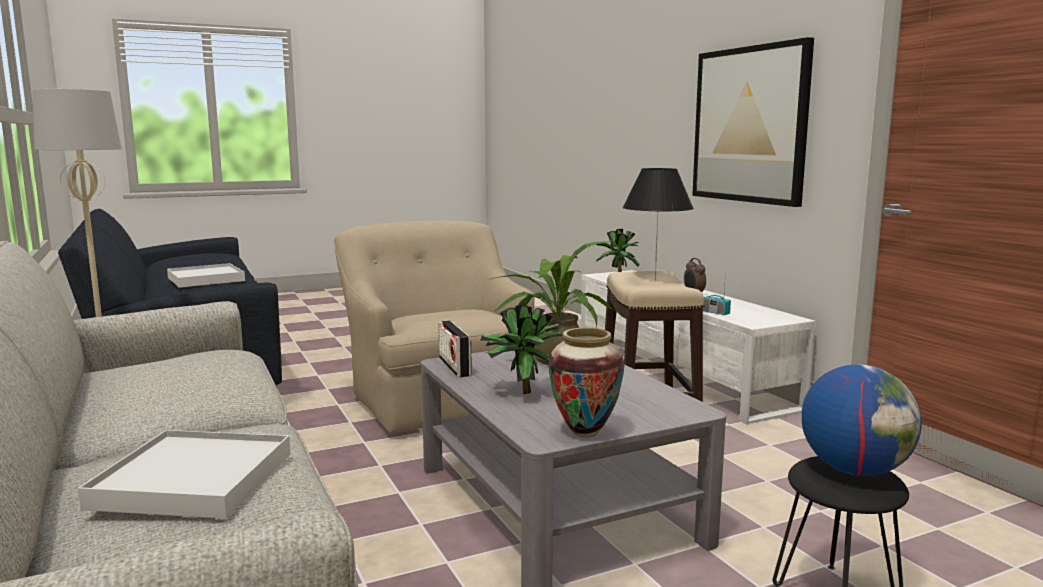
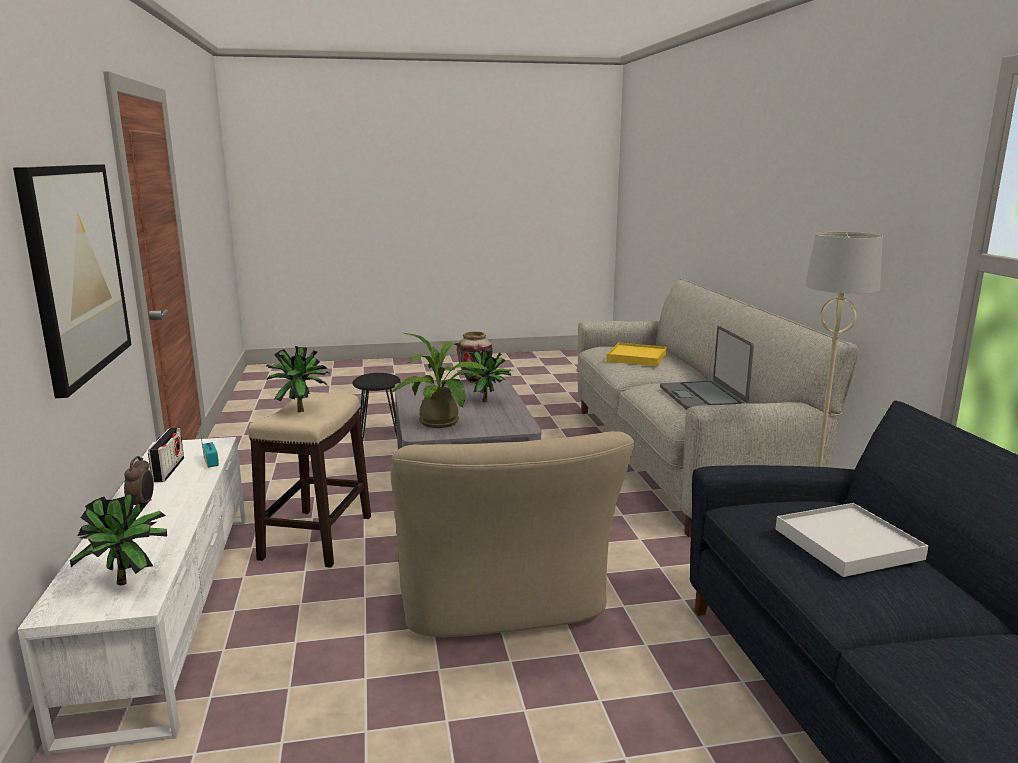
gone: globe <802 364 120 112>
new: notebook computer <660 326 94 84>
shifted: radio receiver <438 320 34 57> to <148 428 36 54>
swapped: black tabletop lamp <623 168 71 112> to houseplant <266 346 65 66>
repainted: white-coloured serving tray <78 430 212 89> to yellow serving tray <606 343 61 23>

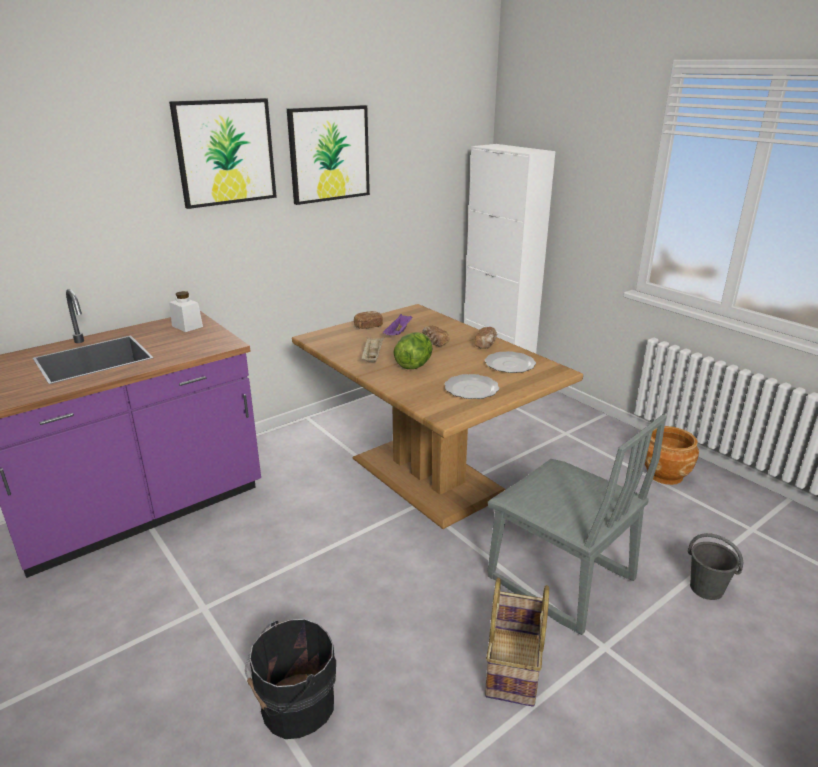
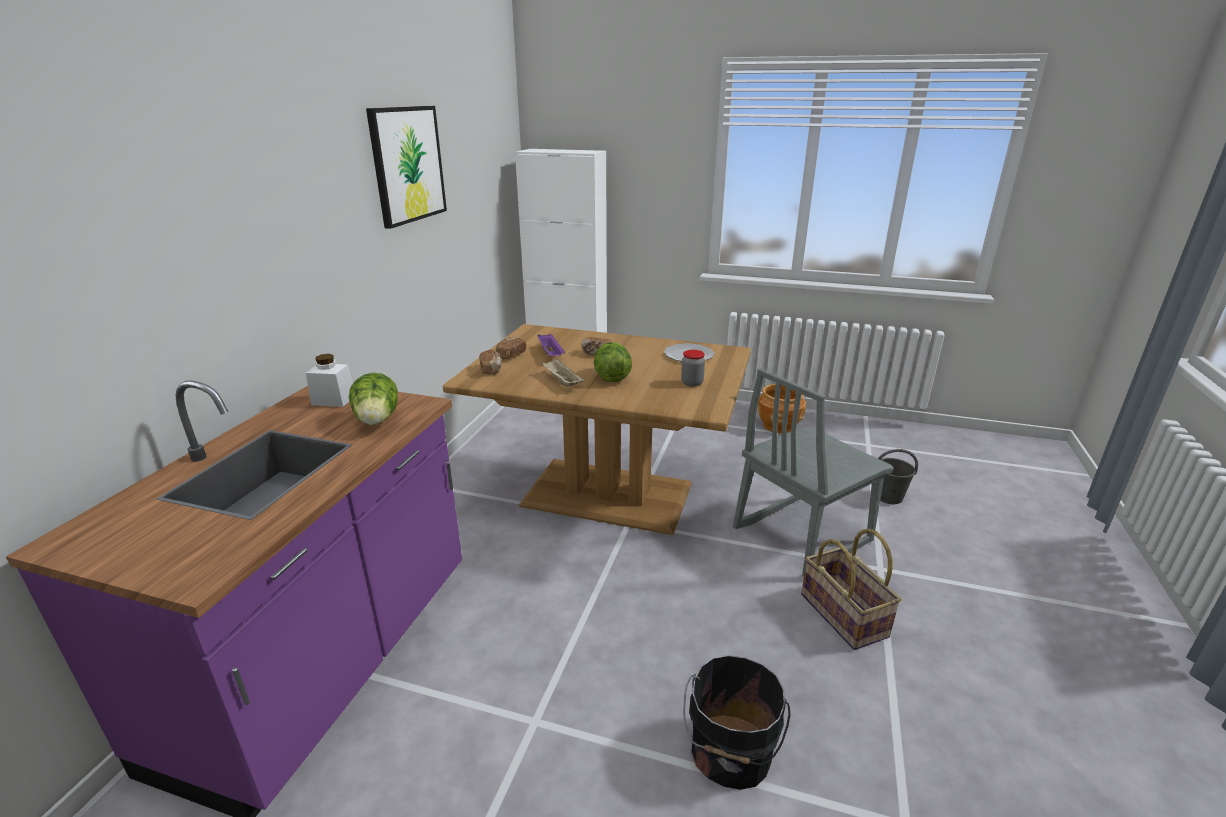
gone: picture <169 98 108 111>
new: lettuce head <349 372 49 54>
shifted: bakery bread <474 327 23 22> to <479 349 23 26>
swapped: flat dish <444 374 55 25> to storage jar <681 350 24 37>
rotated: gray chair <487 415 179 220> = <733 368 161 209> 135 degrees clockwise

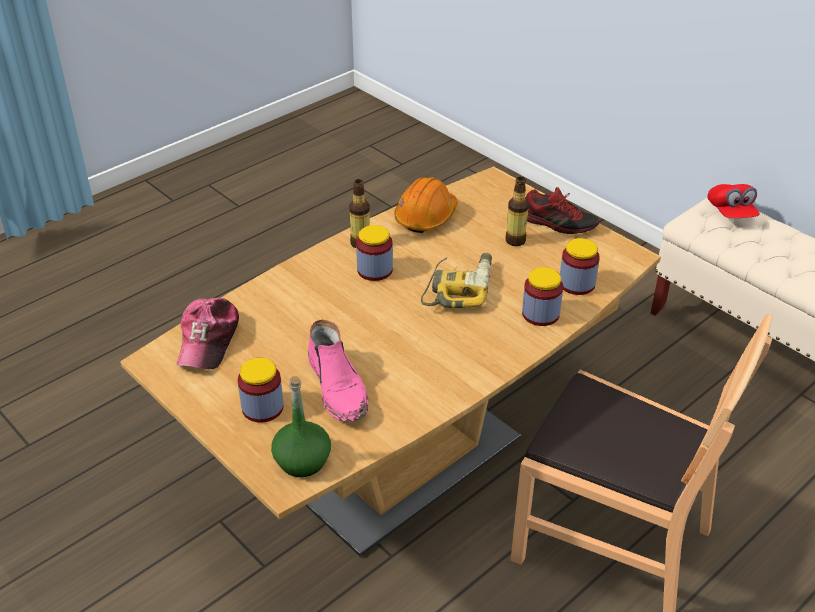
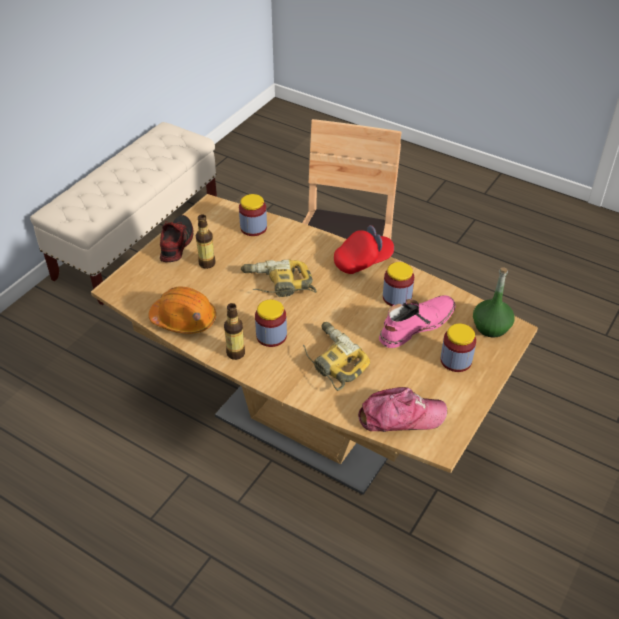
new: electric drill <303 322 67 69>
shifted: storage jar <522 267 41 59> to <383 262 31 44>; red baseball cap <707 184 53 34> to <334 225 60 49>

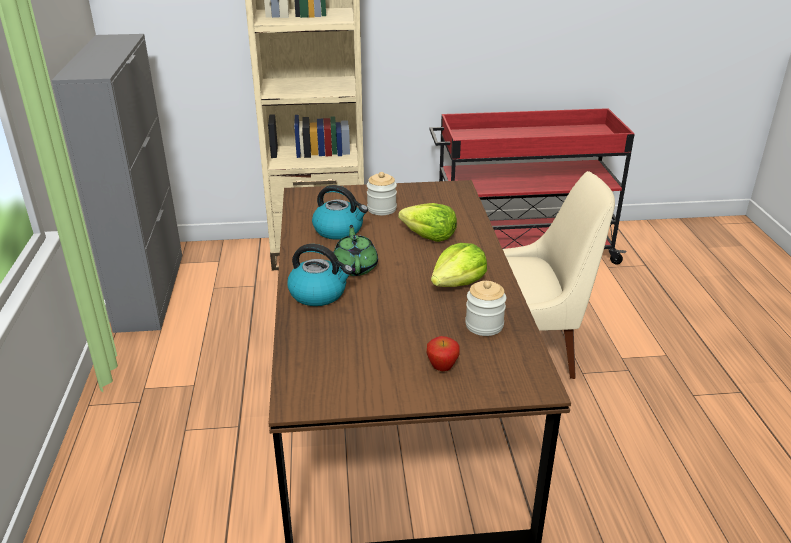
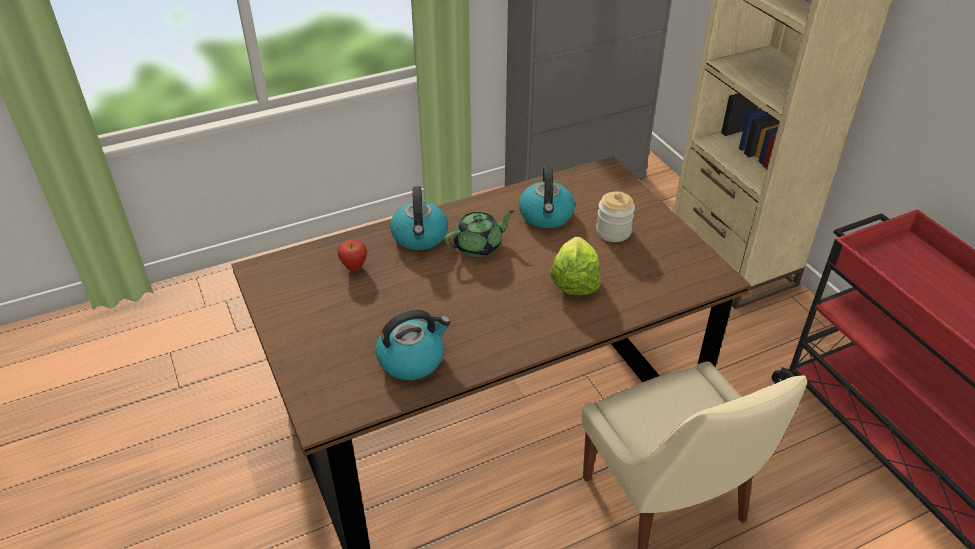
gone: lettuce head <431 243 56 44>
shifted: apple fruit <426 336 34 35> to <338 239 29 32>
swapped: storage jar <465 281 41 55> to water kettle <376 310 75 70>

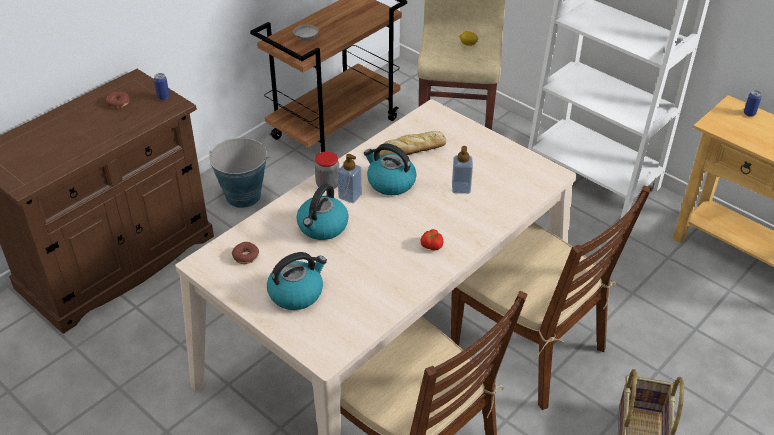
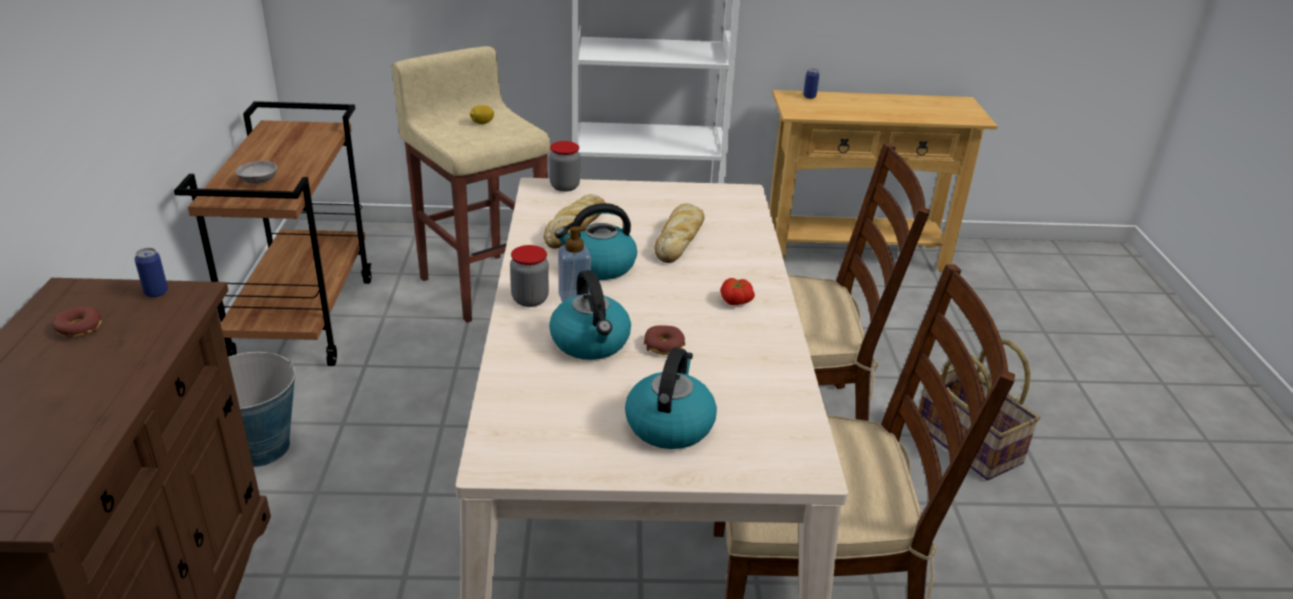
new: storage jar <549 141 31 51>
shifted: ring doughnut <232 242 27 22> to <644 325 41 30>
swapped: soap bottle <452 146 21 48> to bakery bread <654 203 50 60>

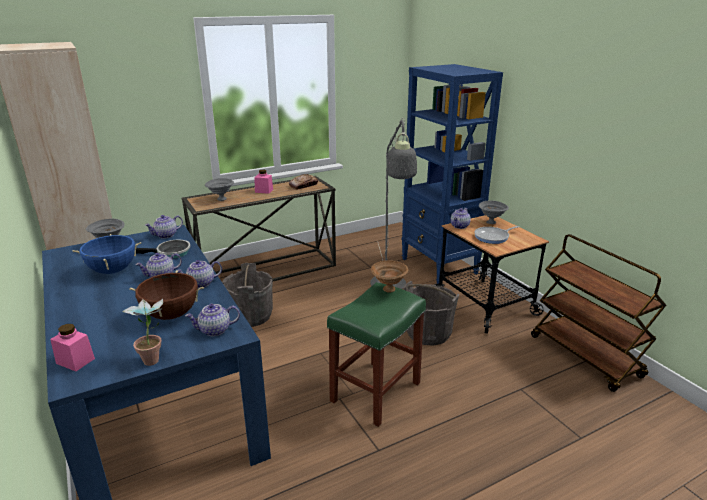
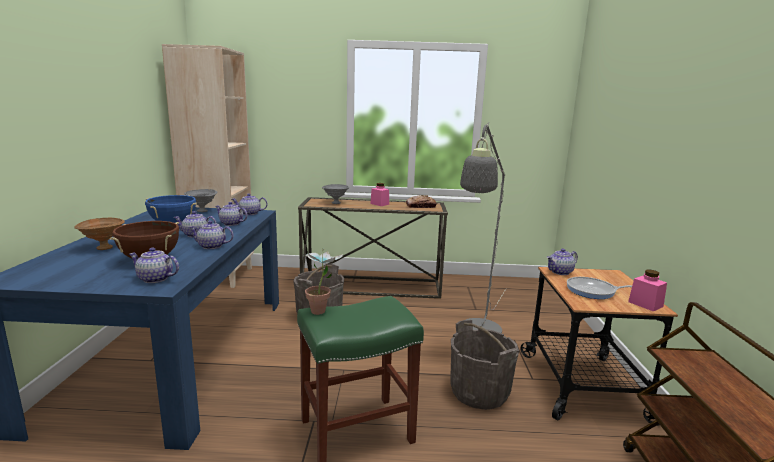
gone: blue bookcase <401 64 102 220>; gray bowl <479 200 30 24>
shifted: pink-coloured storage jar <50 324 45 47> to <628 270 39 41>; houseplant <123 298 40 68> to <305 251 38 64>; brown-coloured bowl <371 260 38 33> to <74 218 51 32>
swapped: frying pan <136 240 55 19> to pot for tea <215 202 33 24>

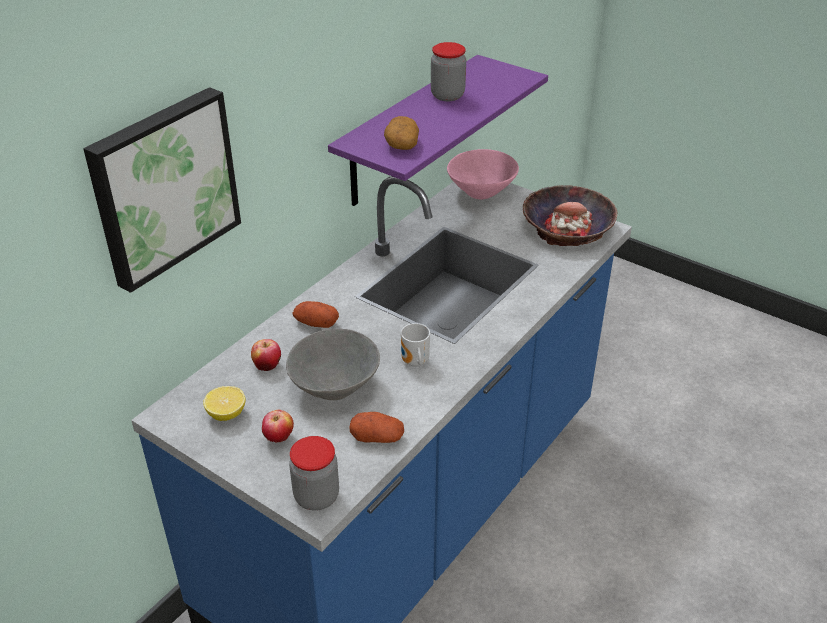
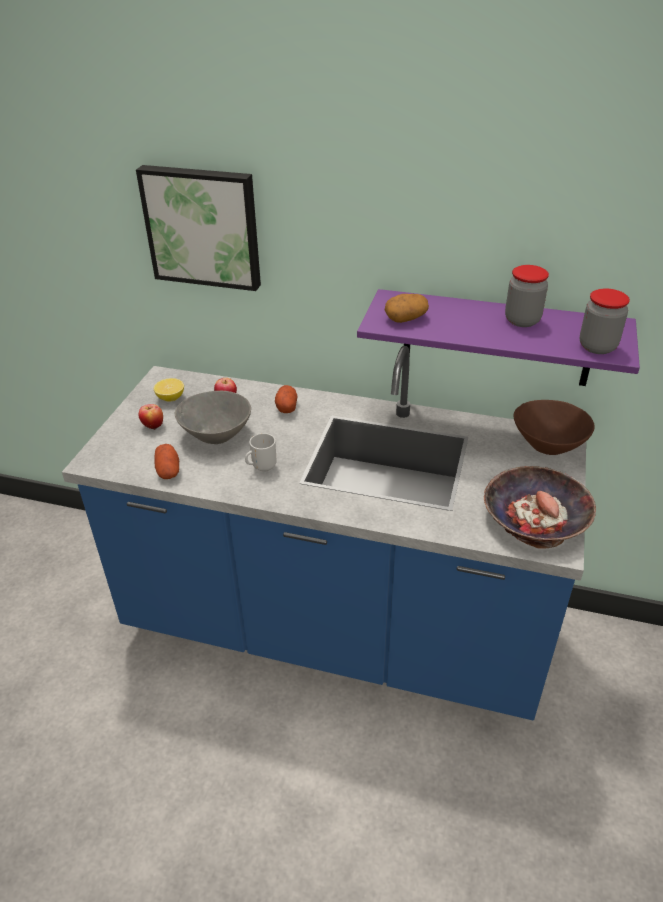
shifted: storage jar <289 436 50 75> to <580 288 50 66>
repainted: pink-coloured bowl <447 149 72 50> to brown-coloured bowl <514 400 81 55>

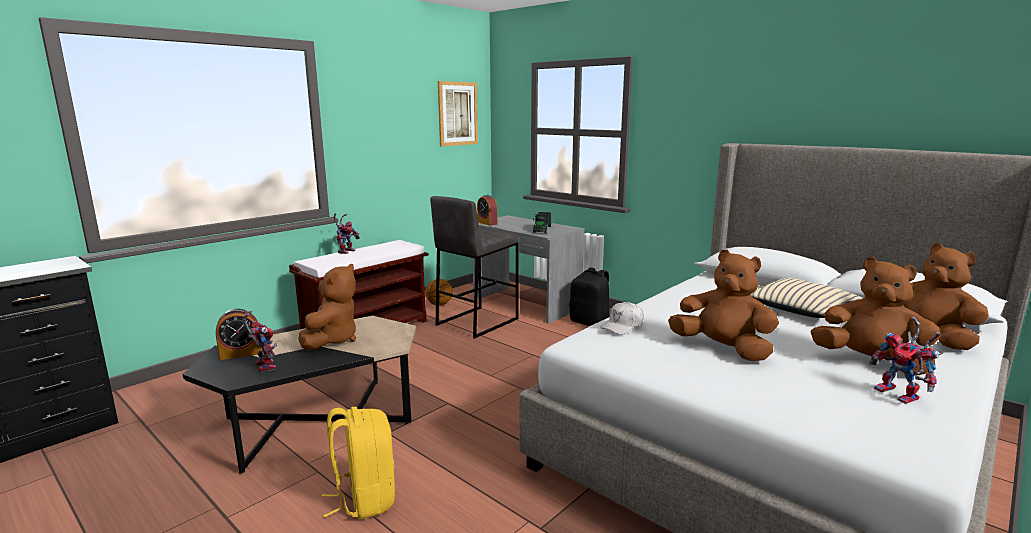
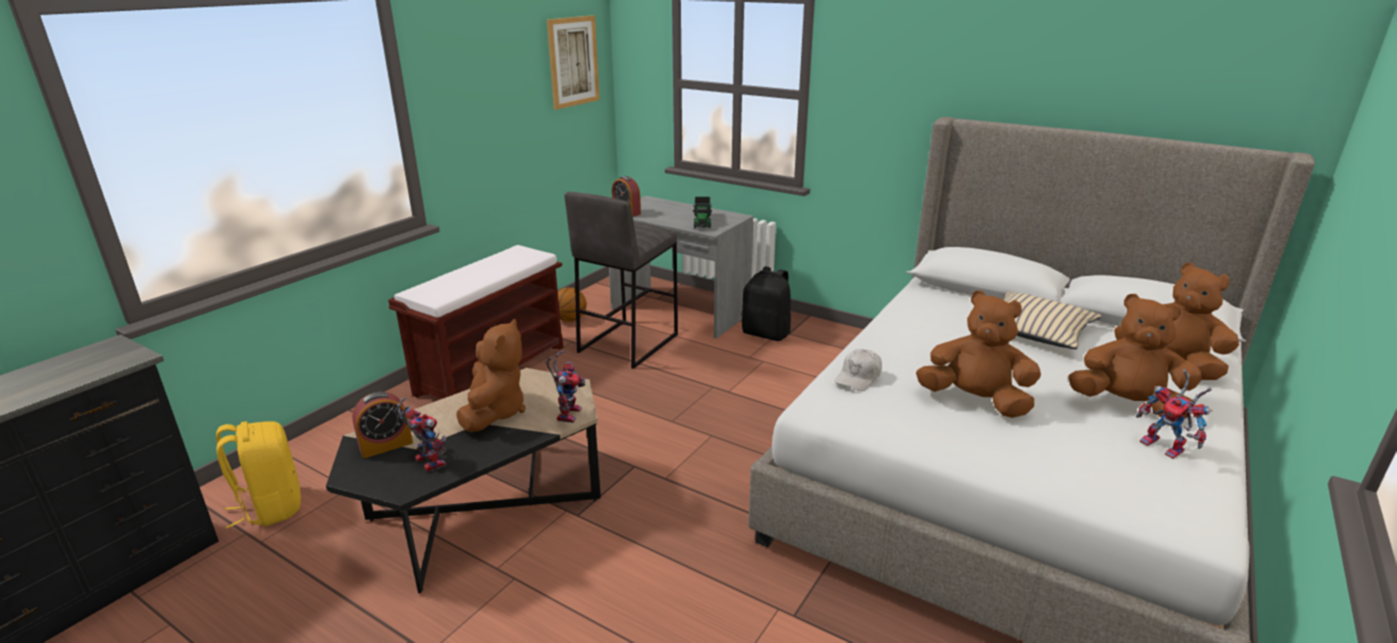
shifted: yellow backpack <322 407 73 113> to <216 421 85 108>; model robot <334 213 26 41> to <546 350 40 73>

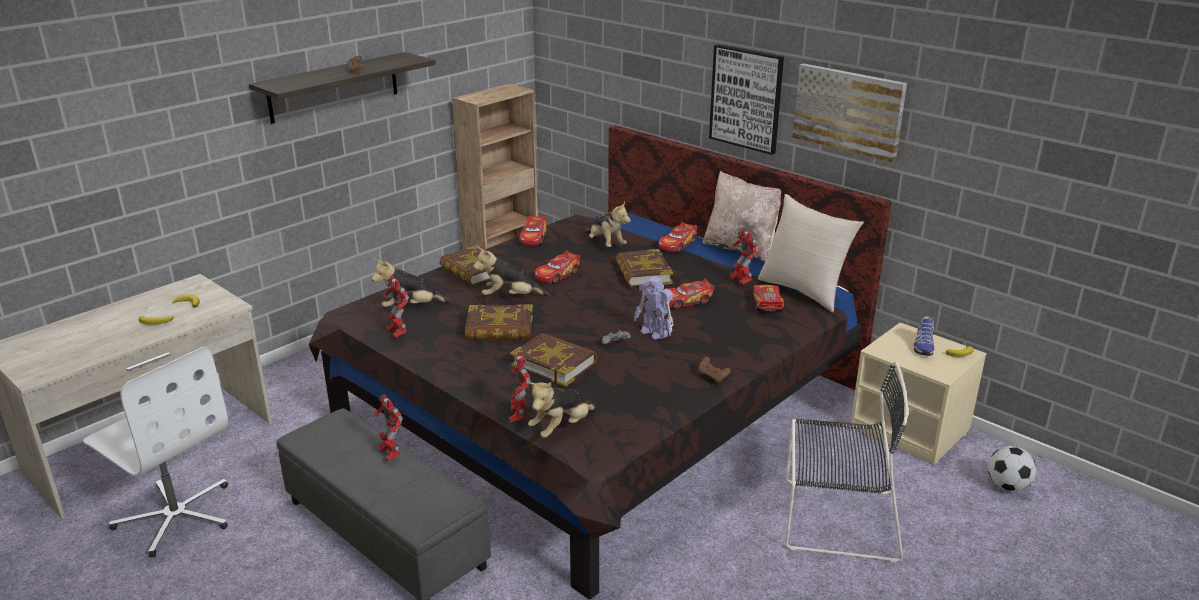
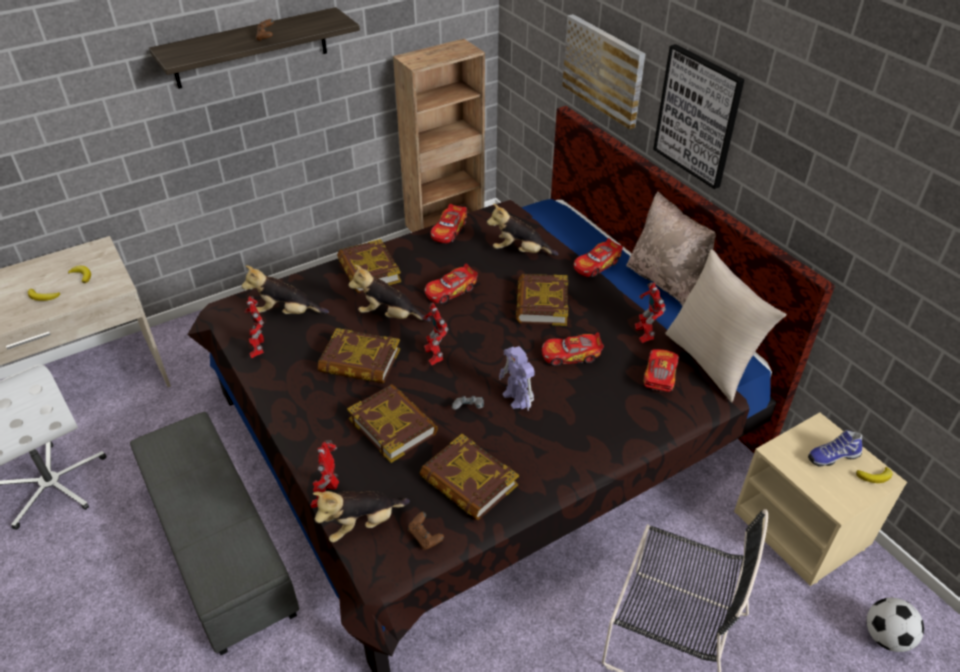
new: volume <419 434 100 86>
shifted: model robot <374 394 29 67> to <423 303 26 62>; brown-coloured game controller <698 357 33 25> to <408 512 36 38>; picture <793 63 114 99> to <562 14 84 116>
rotated: soft toy <584 202 47 45> = <487 203 71 53> 120 degrees clockwise; low shoe <914 316 20 40> = <808 430 54 37> 45 degrees clockwise

